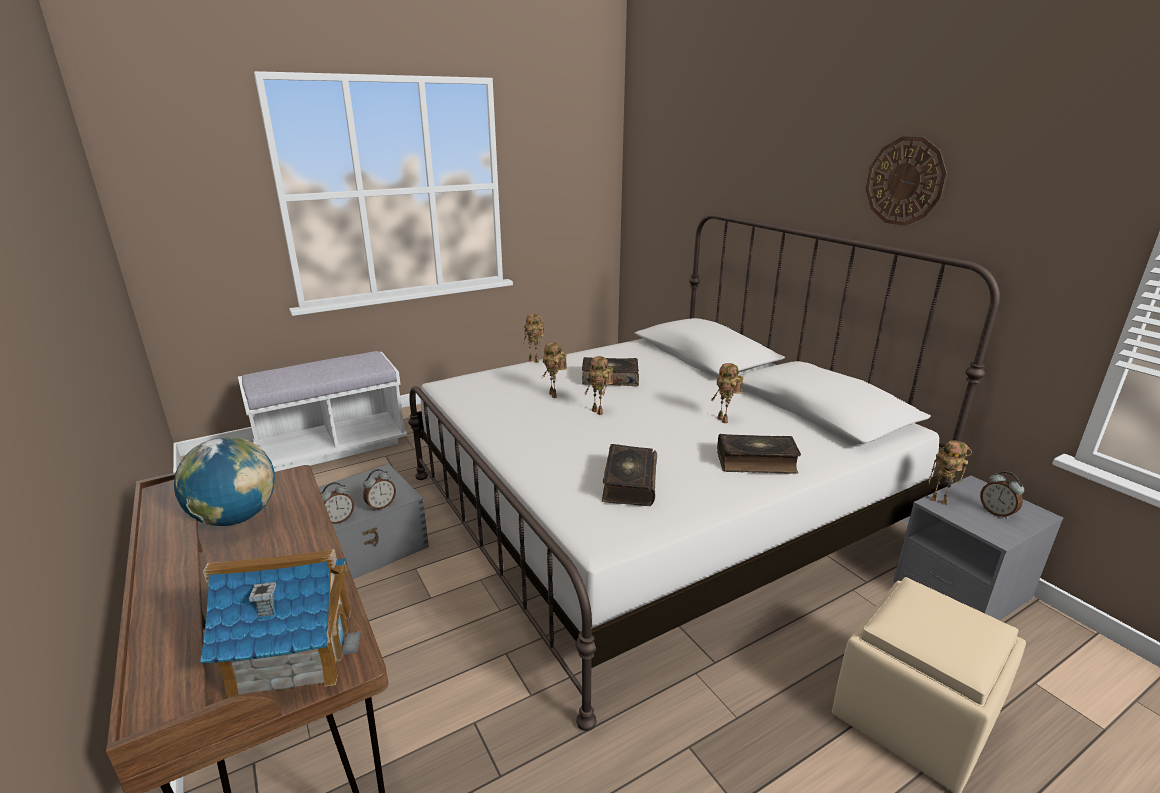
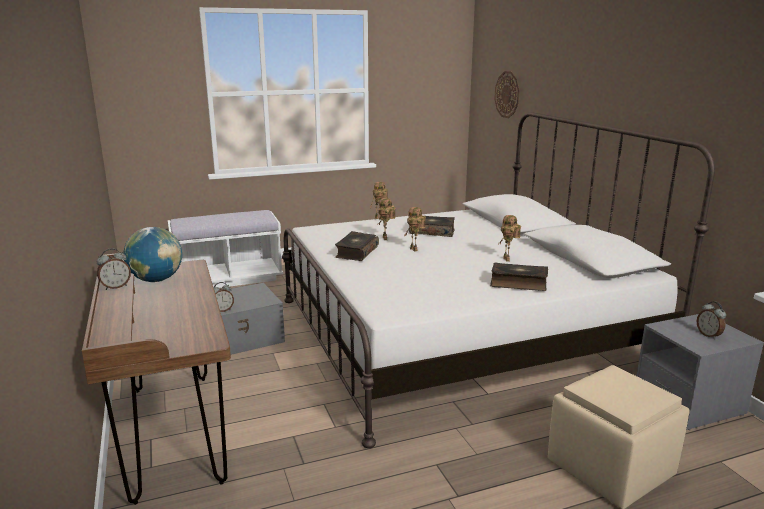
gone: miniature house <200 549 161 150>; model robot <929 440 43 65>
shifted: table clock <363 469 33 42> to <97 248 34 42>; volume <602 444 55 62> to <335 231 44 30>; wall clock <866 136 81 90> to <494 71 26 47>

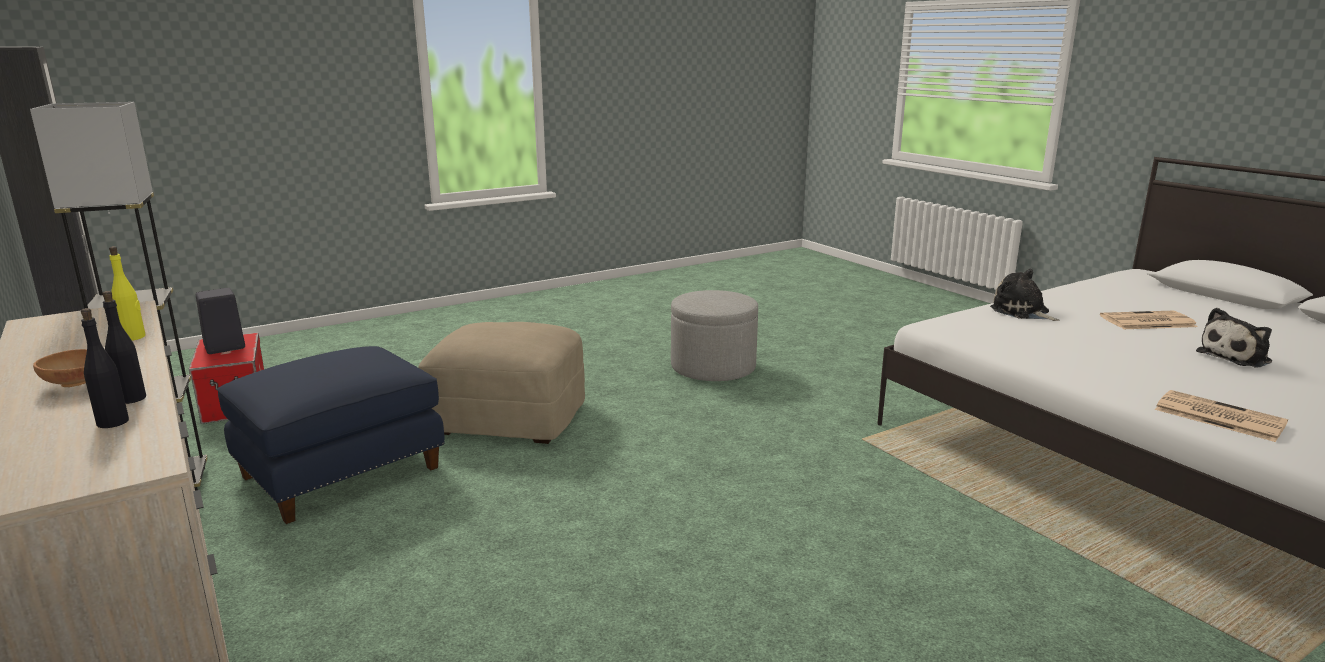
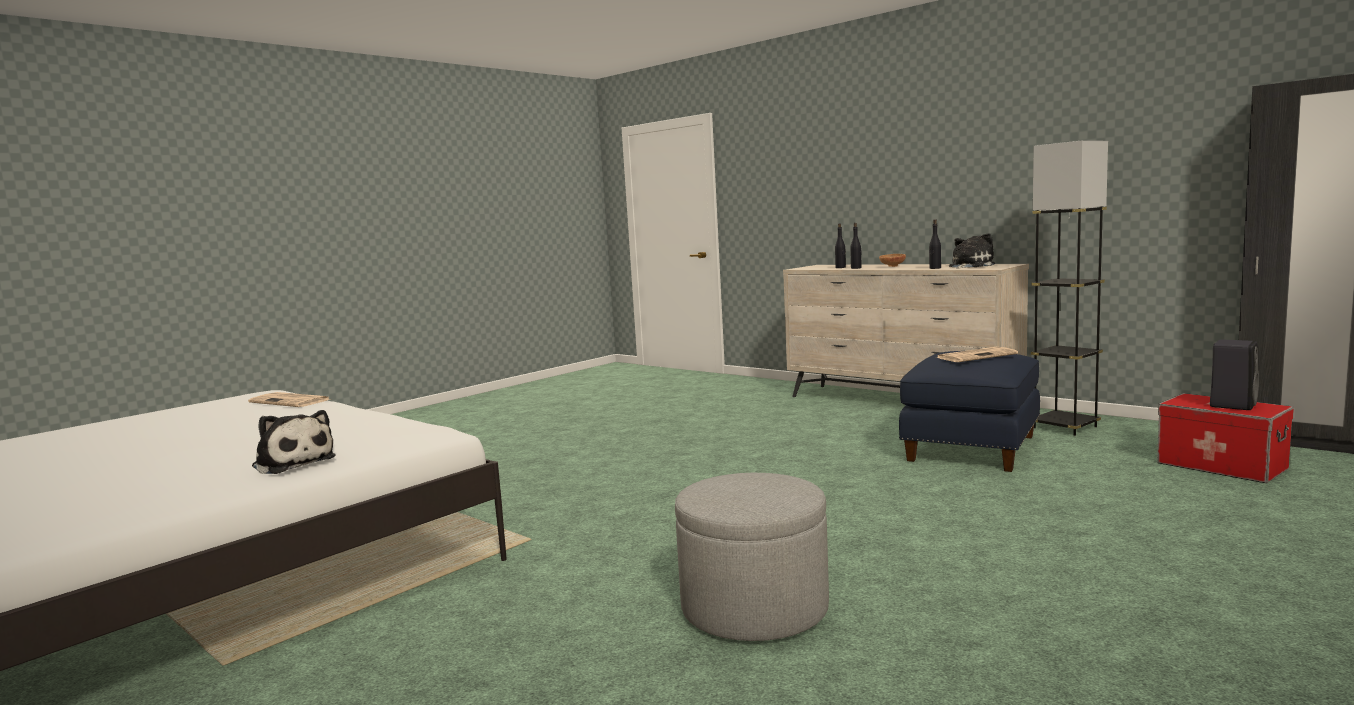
gone: beige-coloured pouffe <418 322 167 122>
shifted: printed paper <1100 311 98 18> to <937 347 81 15>; soft toy <1196 308 76 60> to <949 233 46 36>
repainted: yellow beverage bottle <109 246 37 95> to black beverage bottle <929 219 12 50>

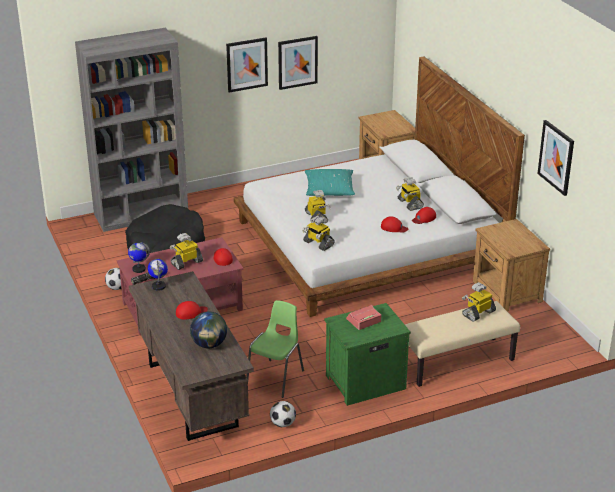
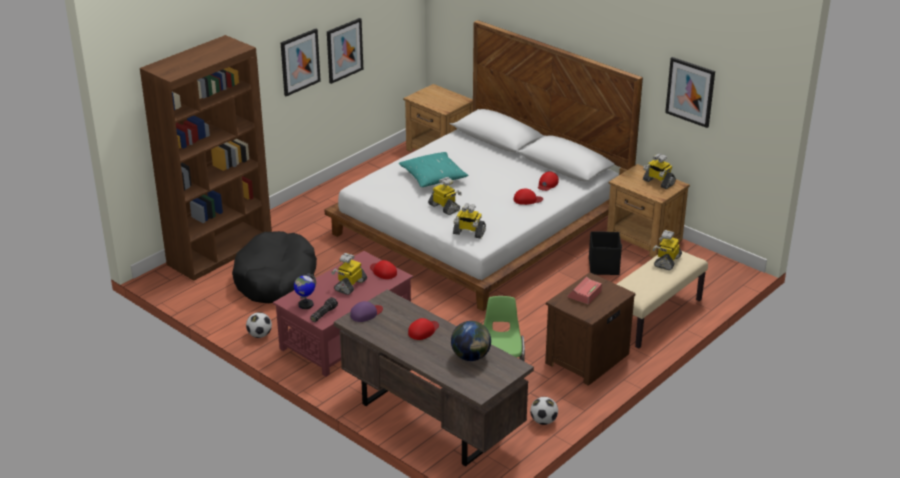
new: black storage bin <589 231 33 44>
shifted: model robot <396 177 28 34> to <643 153 33 36>
swapped: globe <148 259 20 32> to purplish baseball cap <350 301 33 21>
repainted: gray bookcase <75 28 113 204> to brown-coloured bookcase <140 35 132 246>; green bedside table <324 303 87 103> to brown-coloured bedside table <545 272 91 114>

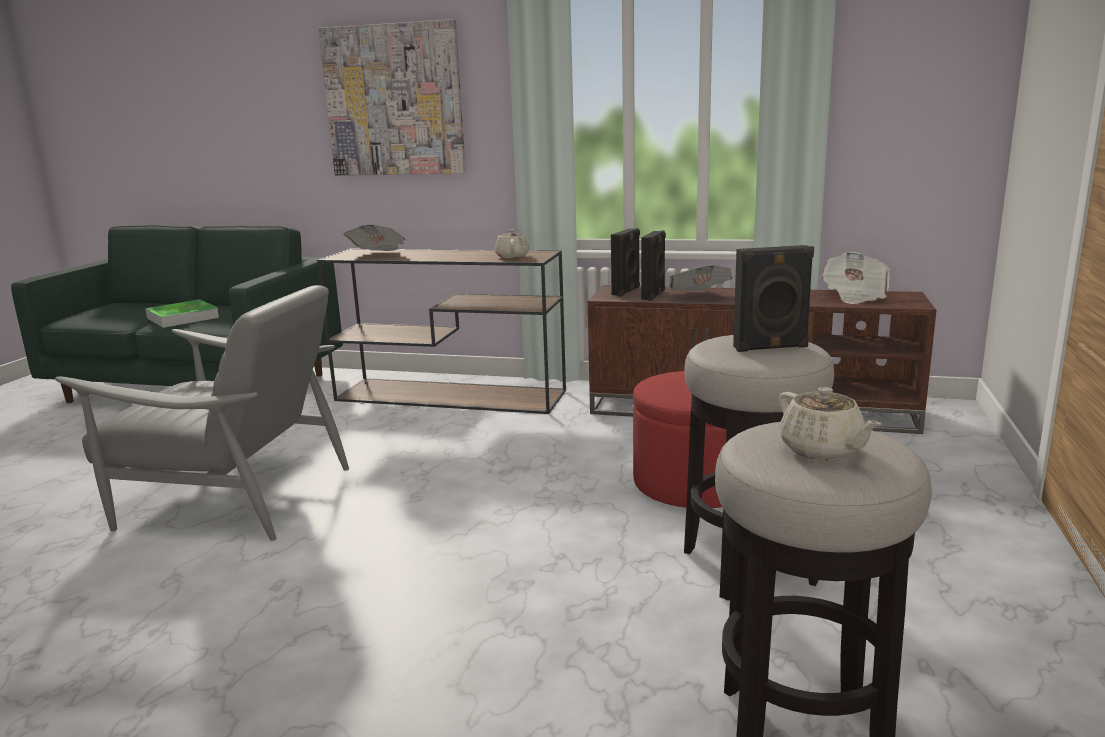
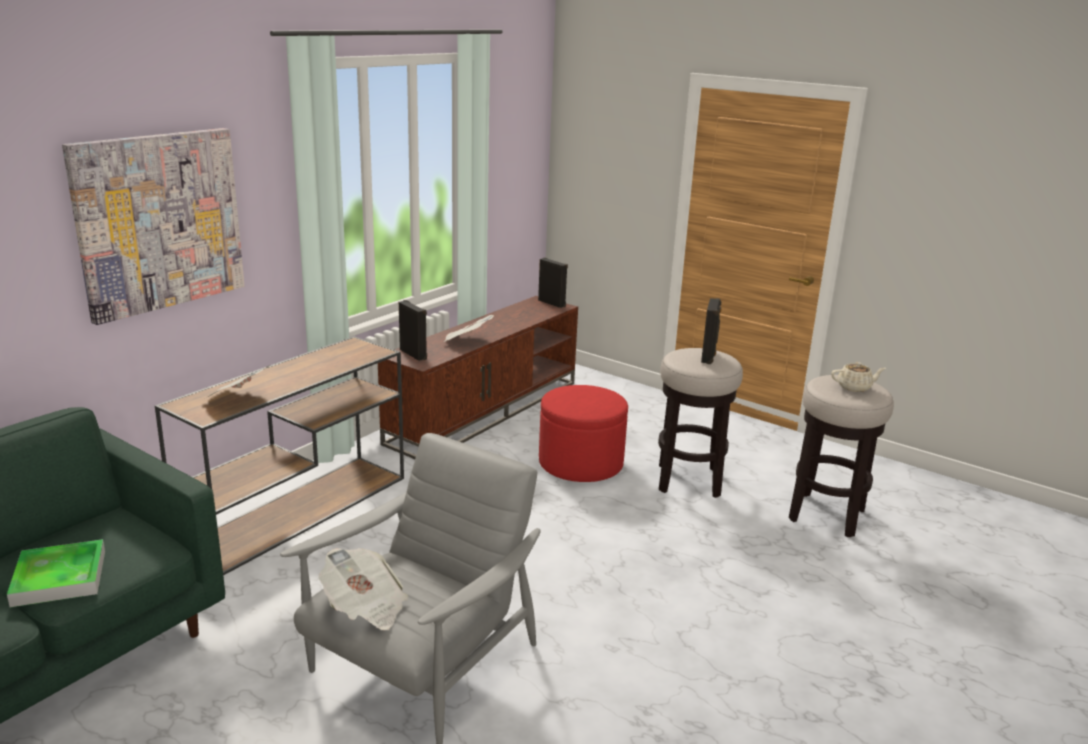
gone: beige-coloured pot for tea <495 229 35 29>
shifted: black audio speaker <641 230 25 71> to <538 257 30 51>; printed paper <822 252 68 52> to <319 548 89 82>

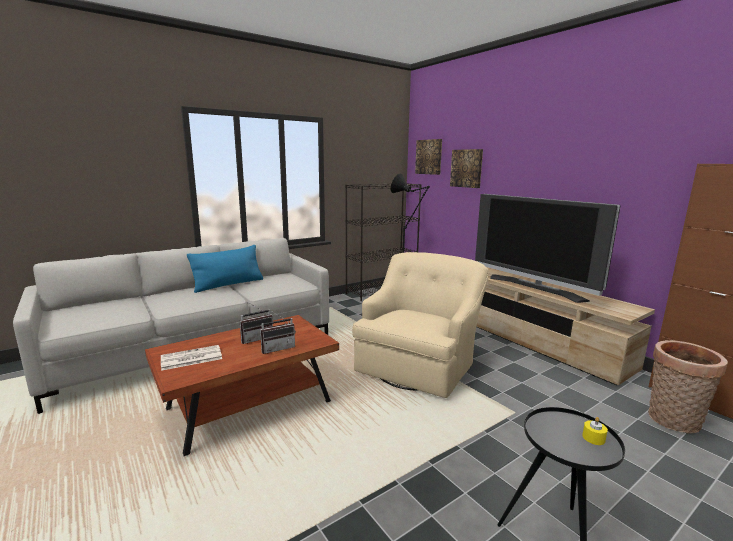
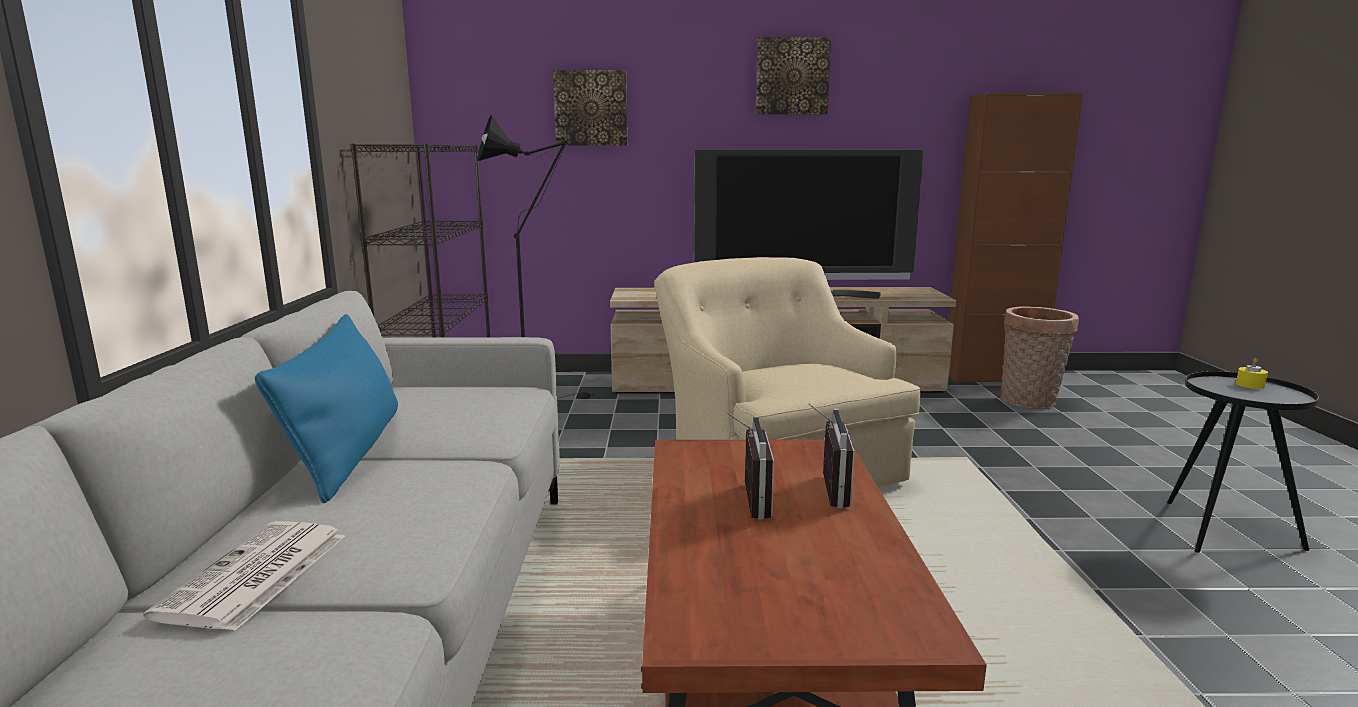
shifted: printed paper <161 345 61 26> to <143 521 202 110>; picture <415 139 27 36> to <756 37 75 77>

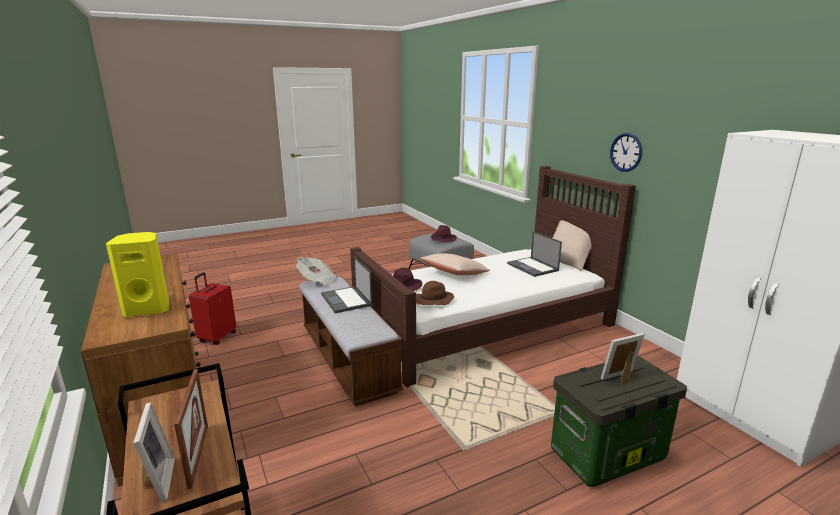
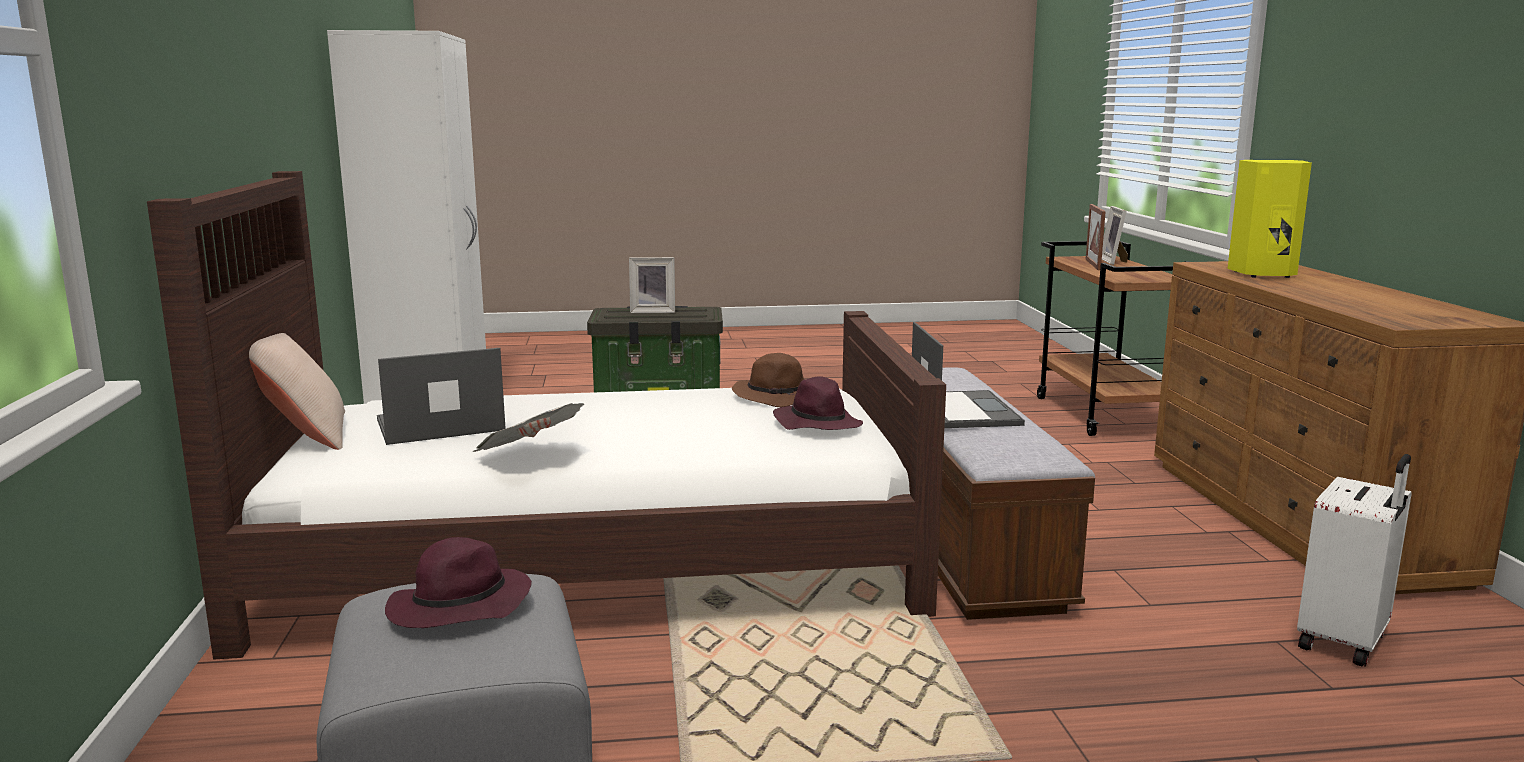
gone: beige-coloured pillow <420 254 70 21>; wall clock <610 133 32 39>
shifted: printed paper <296 257 41 29> to <473 403 111 49>
repainted: red suitcase <189 273 47 72> to white-coloured suitcase <1297 454 115 213>
rotated: notebook computer <507 231 55 46> = <377 348 129 97> 105 degrees counterclockwise

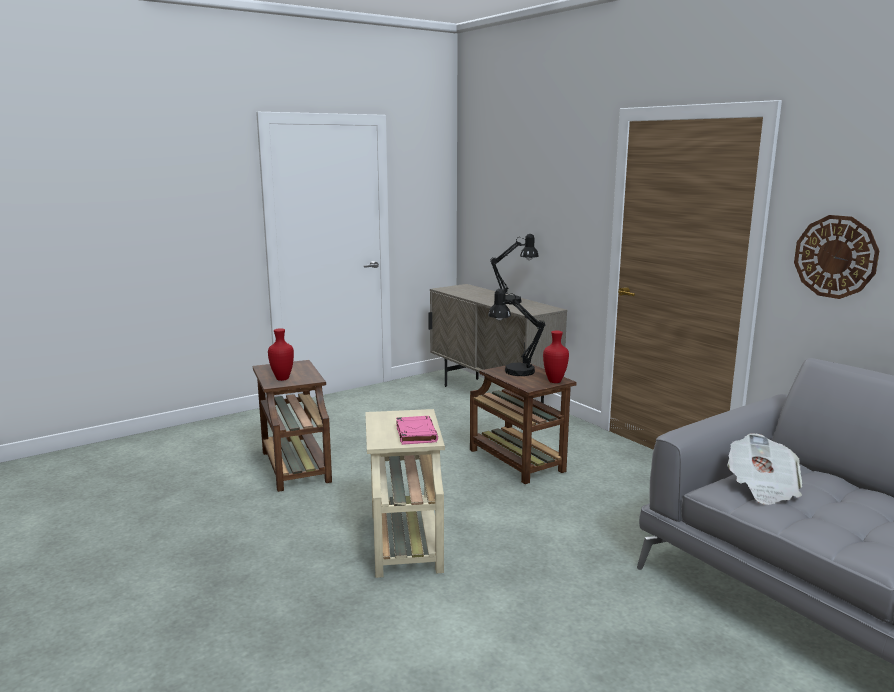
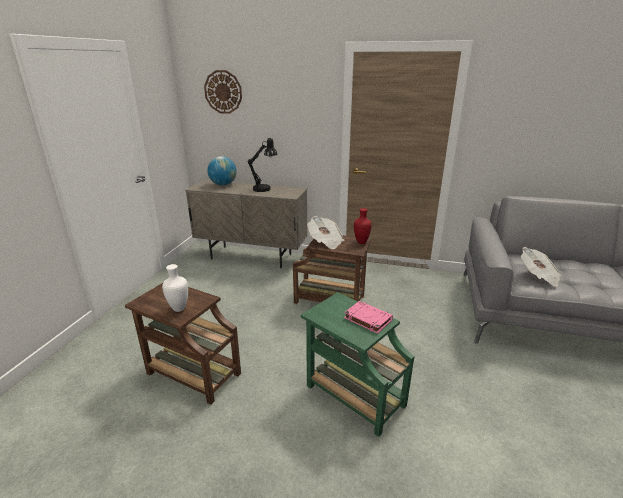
new: globe <207 156 30 29>
shifted: wall clock <794 215 85 84> to <204 70 38 44>
swapped: black tabletop lamp <488 289 57 87> to printed paper <307 216 37 34>
repainted: red flower vase <268 328 26 53> to white-coloured flower vase <162 264 26 48>; beige-coloured end table <365 409 80 169> to green end table <301 292 114 145>

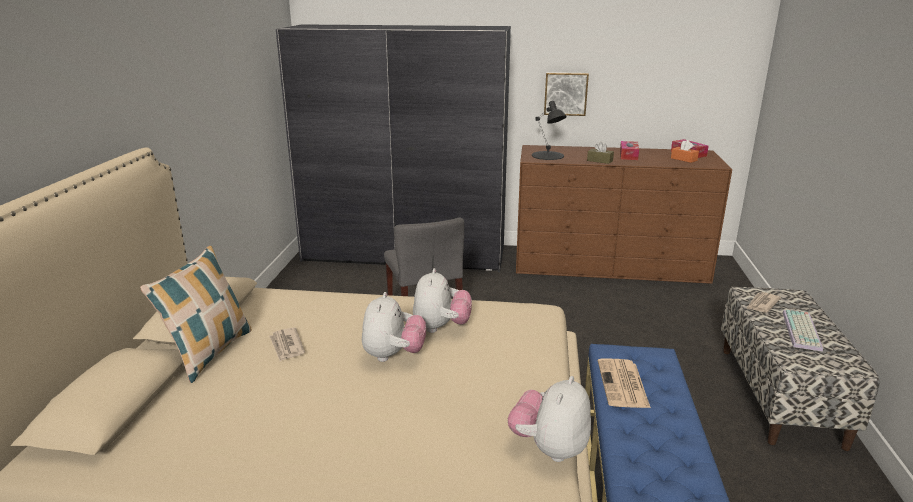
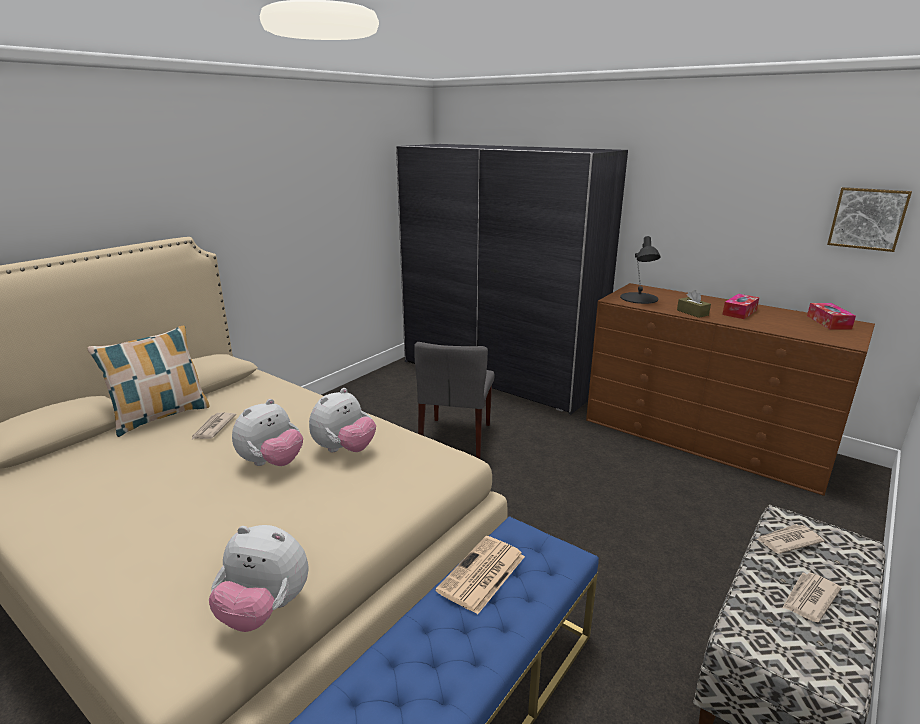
gone: orange tissue holder <671 140 28 23>
shifted: picture <544 72 45 44> to <827 187 85 65>
swapped: keyboard <782 310 41 42> to printed paper <783 572 59 50>
rotated: soft toy <508 376 83 86> = <209 525 100 107> 135 degrees counterclockwise

